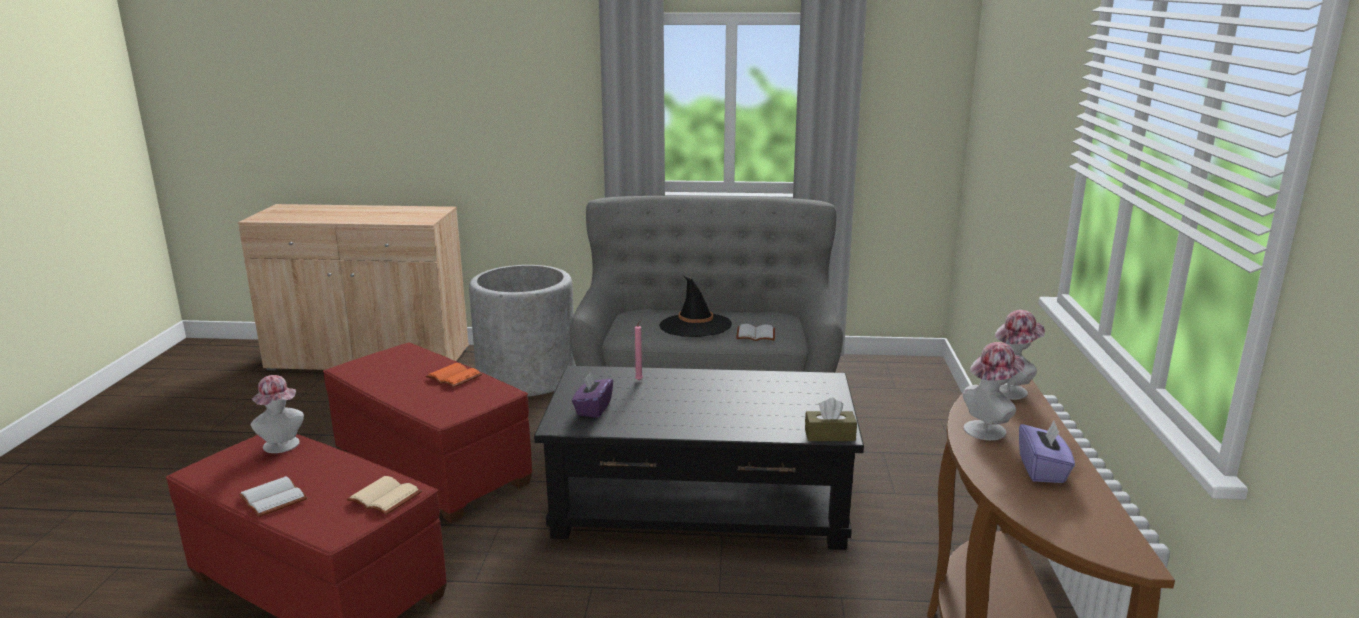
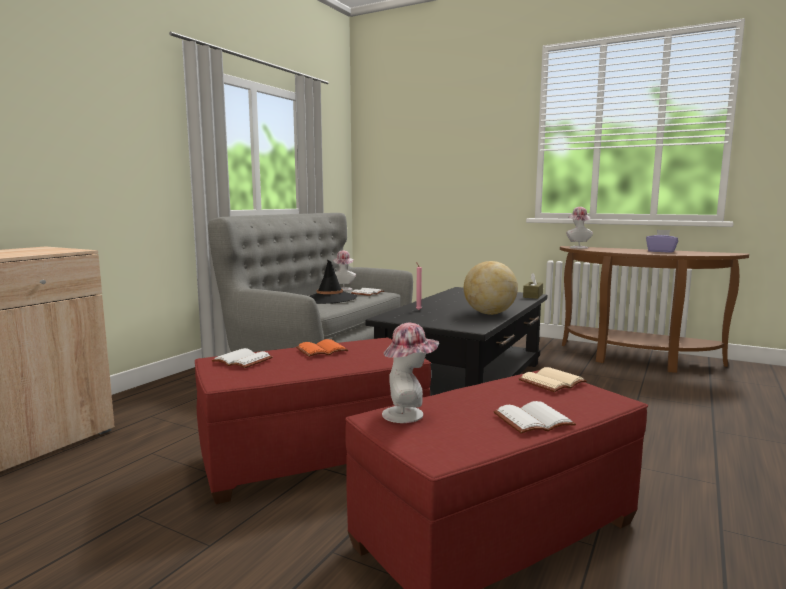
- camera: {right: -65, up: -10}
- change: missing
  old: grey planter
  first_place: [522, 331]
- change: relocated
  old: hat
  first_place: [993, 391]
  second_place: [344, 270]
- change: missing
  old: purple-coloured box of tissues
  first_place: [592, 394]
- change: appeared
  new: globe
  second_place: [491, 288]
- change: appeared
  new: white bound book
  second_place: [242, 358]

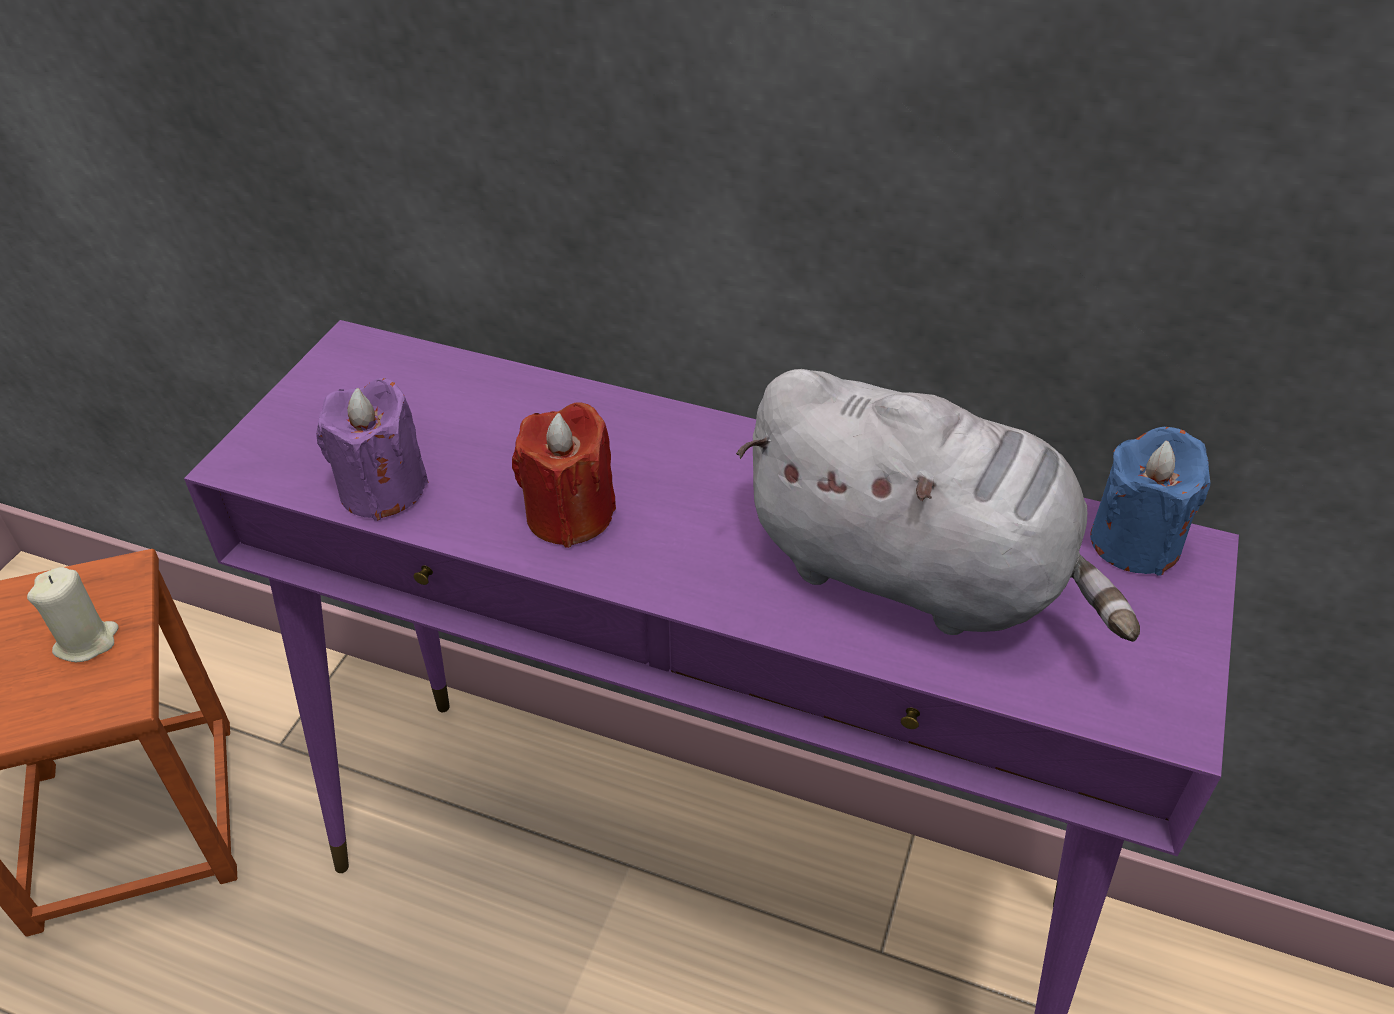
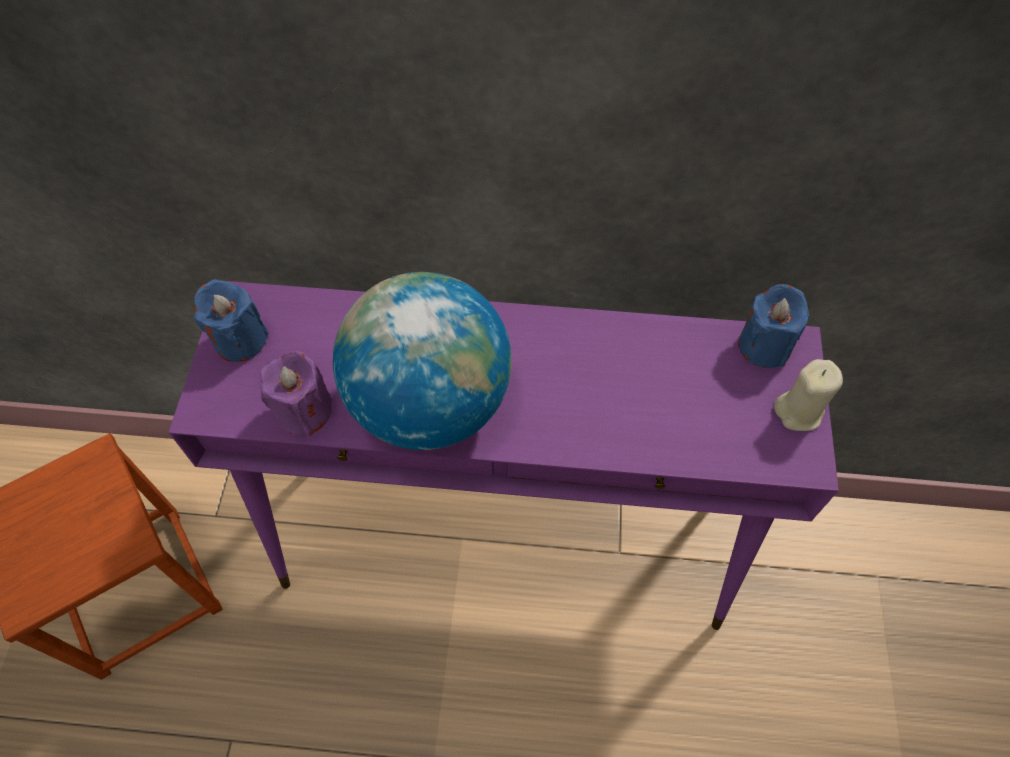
- camera: {right: -15, up: 15}
- change: missing
  old: grey soft toy
  first_place: [938, 505]
- change: exchanged
  old: reddish wax candle
  new: globe
  first_place: [564, 475]
  second_place: [422, 361]
- change: relocated
  old: sand-coloured wax candle
  first_place: [73, 614]
  second_place: [808, 395]
- change: appeared
  new: blue wax candle
  second_place: [231, 320]

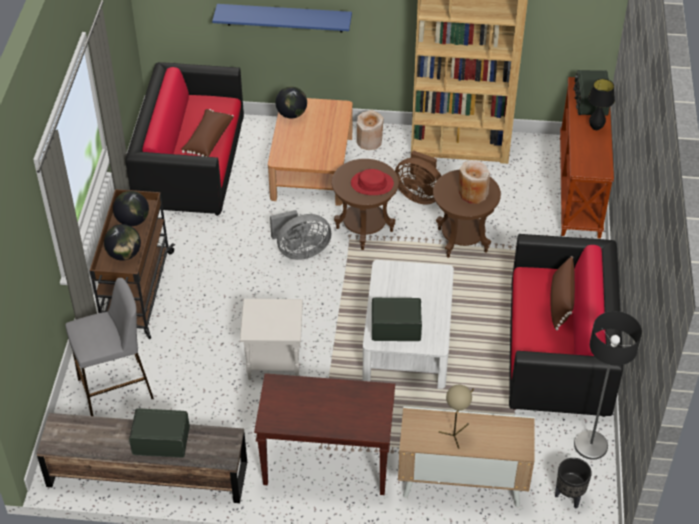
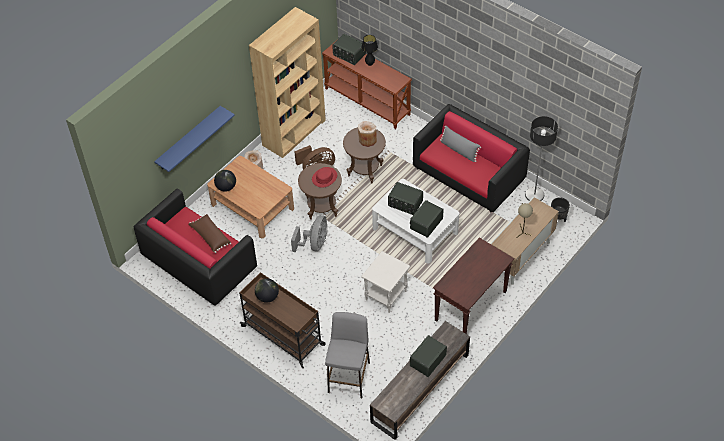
- camera: {right: -55, up: 5}
- change: missing
  old: globe
  first_place: [122, 242]
- change: colour
  old: brownish throw pillow
  new: grey throw pillow
  first_place: [562, 293]
  second_place: [460, 144]
- change: appeared
  new: radio
  second_place: [405, 198]

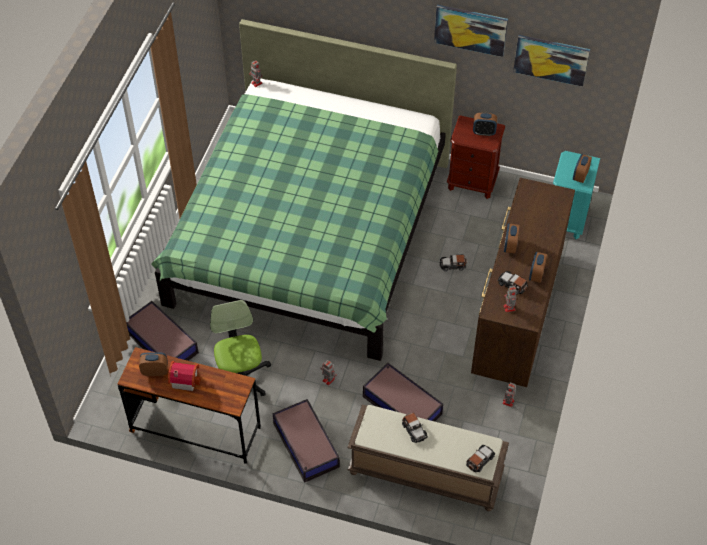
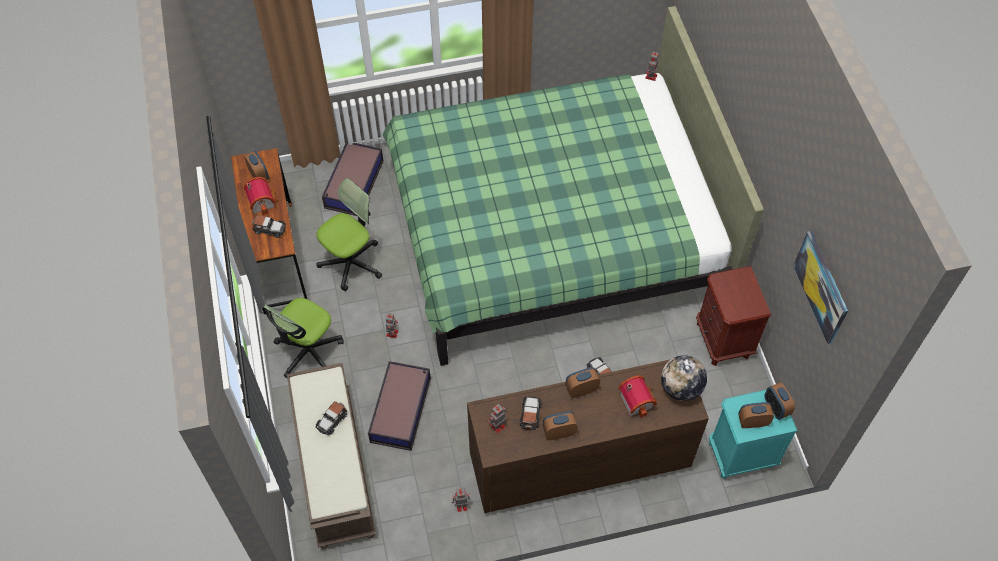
- camera: {right: 60, up: 5}
- change: missing
  old: picture
  first_place: [471, 31]
- change: relocated
  old: alarm clock
  first_place: [485, 124]
  second_place: [780, 401]
- change: exchanged
  old: storage box
  new: desk chair
  first_place: [306, 441]
  second_place: [304, 338]
- change: relocated
  old: toy car
  first_place: [480, 458]
  second_place: [269, 226]
- change: appeared
  new: globe
  second_place: [684, 378]
- change: appeared
  new: miniature house
  second_place: [637, 396]

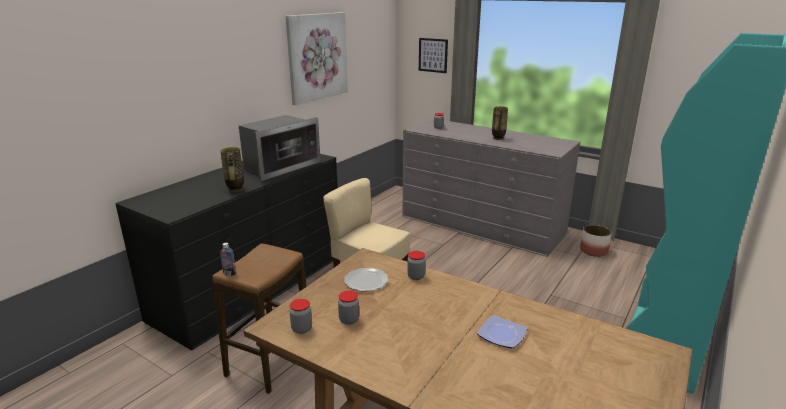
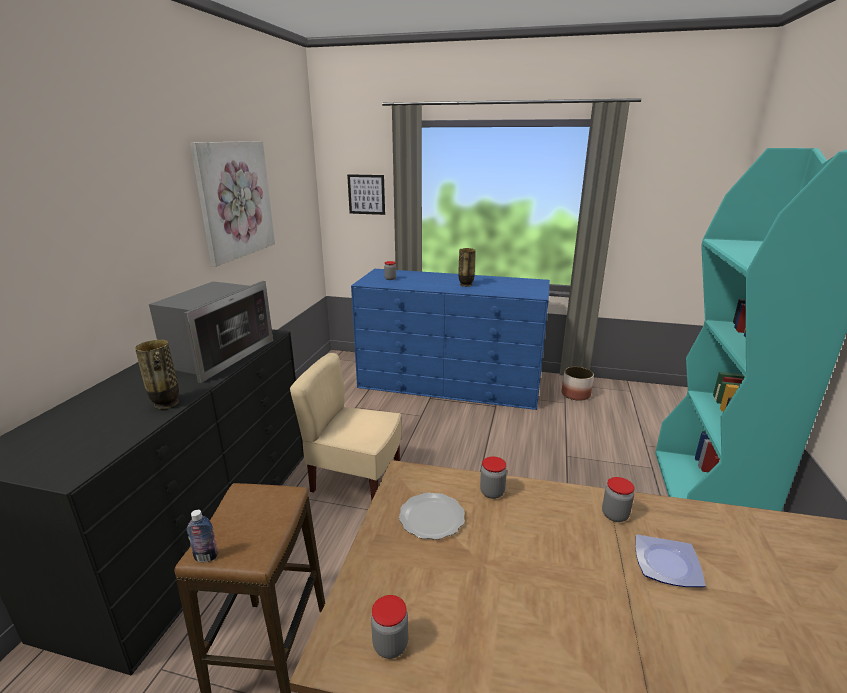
- camera: {right: -20, up: 0}
- change: colour
  old: grey chest of drawers
  new: blue chest of drawers
  first_place: [491, 188]
  second_place: [450, 339]
- change: relocated
  old: jar
  first_place: [348, 308]
  second_place: [618, 499]

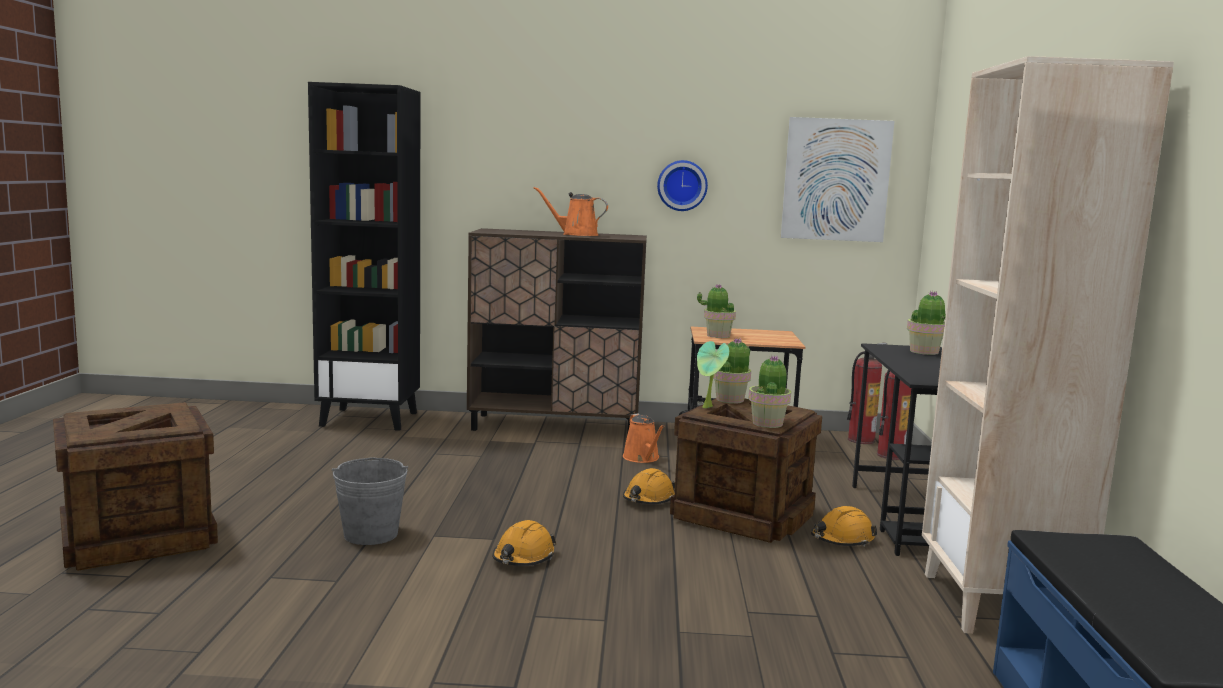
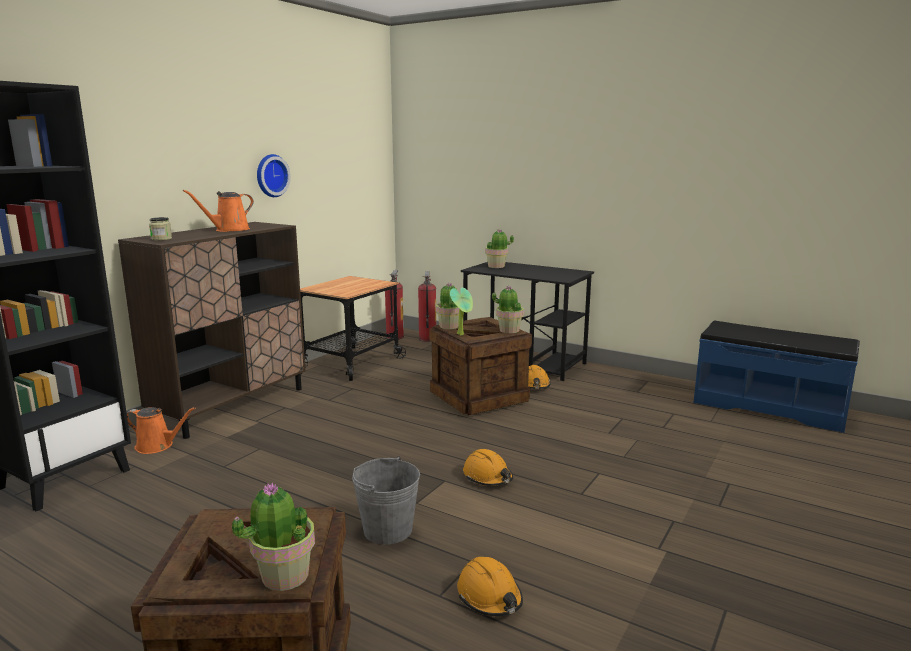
- camera: {right: -60, up: 5}
- change: missing
  old: sand-coloured bookshelf
  first_place: [1048, 345]
- change: missing
  old: picture
  first_place: [837, 179]
- change: relocated
  old: plant in a pot
  first_place: [716, 311]
  second_place: [273, 537]
- change: relocated
  old: orange-coloured sprinkling can
  first_place: [644, 438]
  second_place: [161, 430]
- change: relocated
  old: orange-coloured work helmet
  first_place: [649, 486]
  second_place: [490, 586]
- change: appeared
  new: jar
  second_place: [160, 229]

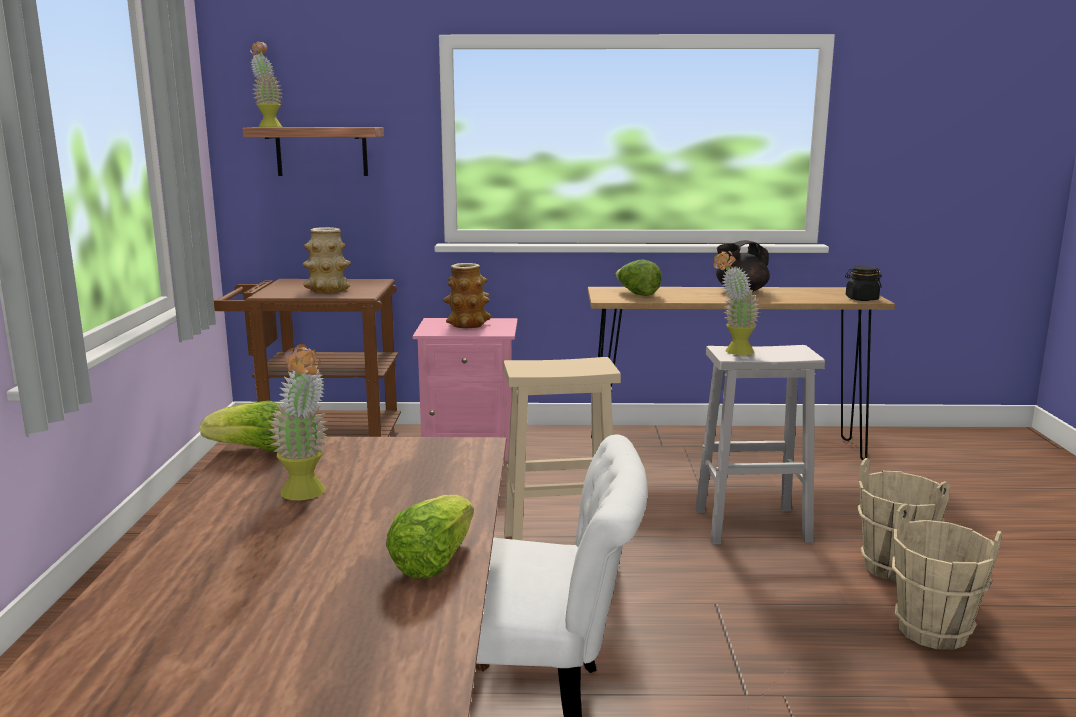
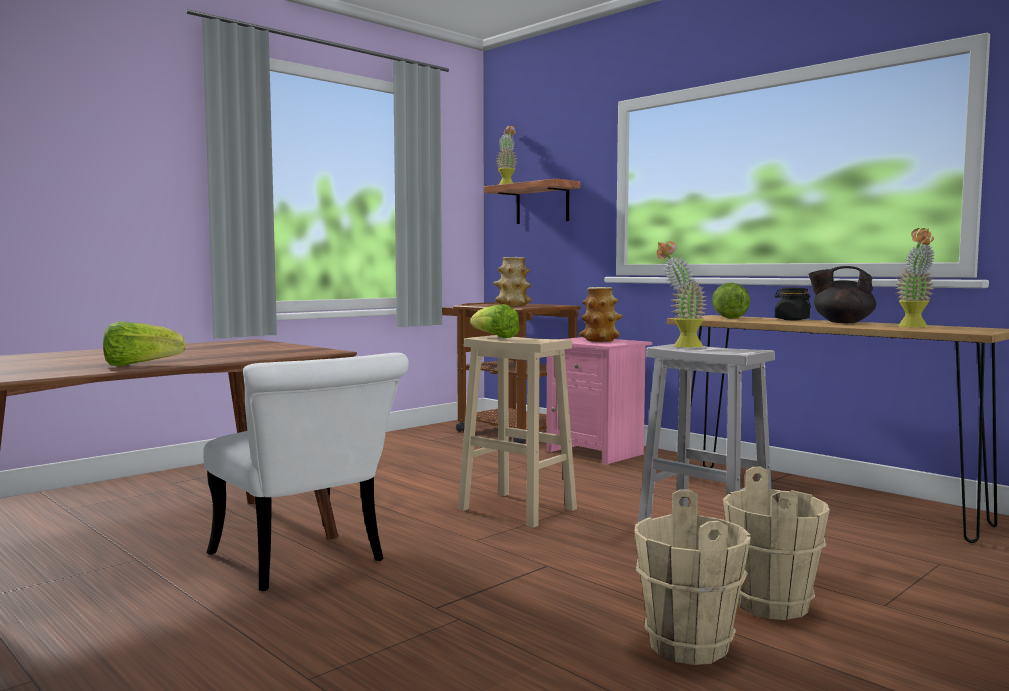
- camera: {right: 45, up: -10}
- change: relocated
  old: blackish jar
  first_place: [863, 283]
  second_place: [793, 304]
- change: relocated
  old: plant in a pot
  first_place: [298, 422]
  second_place: [915, 277]
- change: relocated
  old: lettuce head
  first_place: [240, 426]
  second_place: [495, 321]

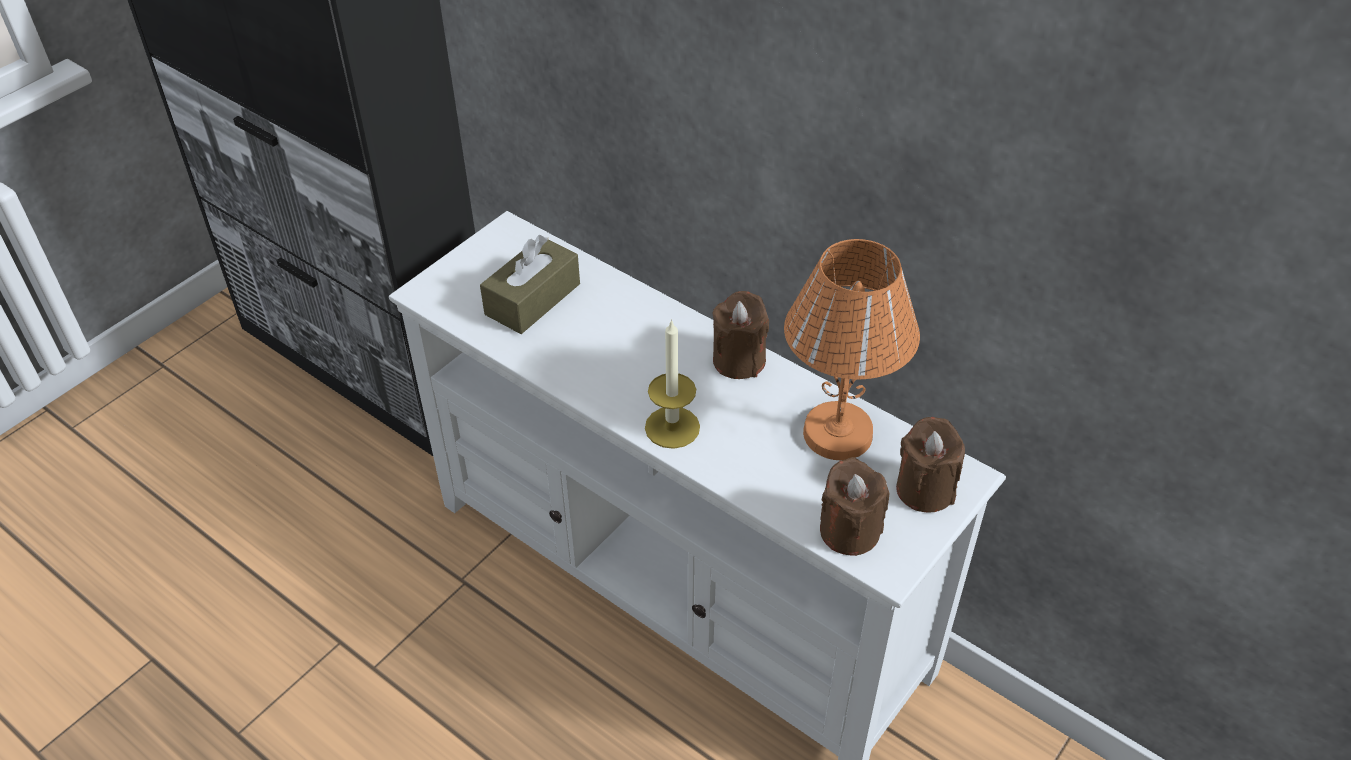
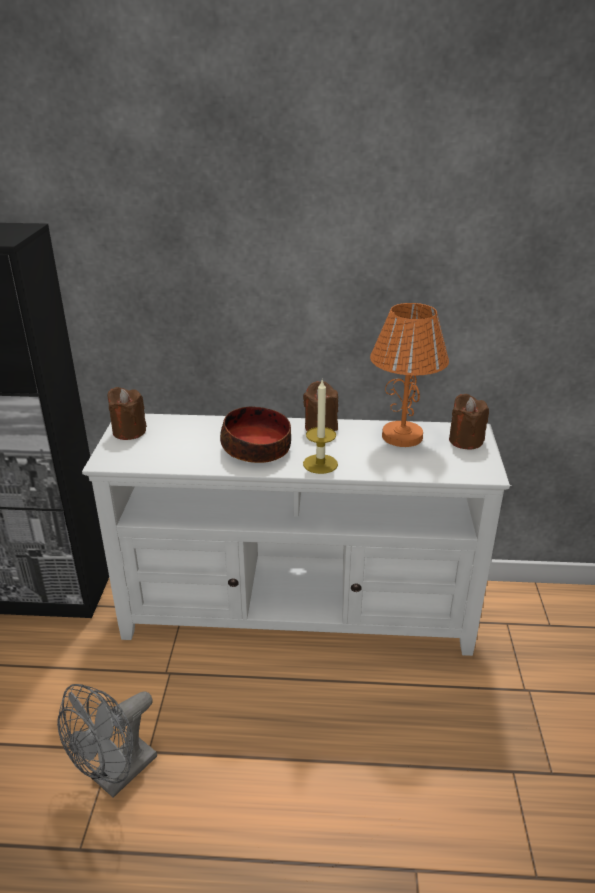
- camera: {right: -35, up: -15}
- change: missing
  old: brownish box of tissues
  first_place: [530, 284]
- change: relocated
  old: brownish wax candle
  first_place: [854, 506]
  second_place: [127, 413]
- change: appeared
  new: deep dish
  second_place: [255, 434]
- change: appeared
  new: grey cooling fan
  second_place: [107, 741]

